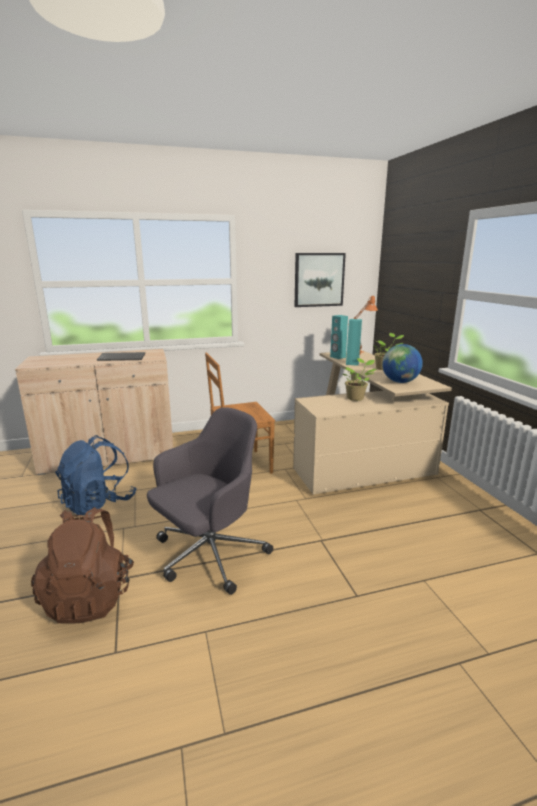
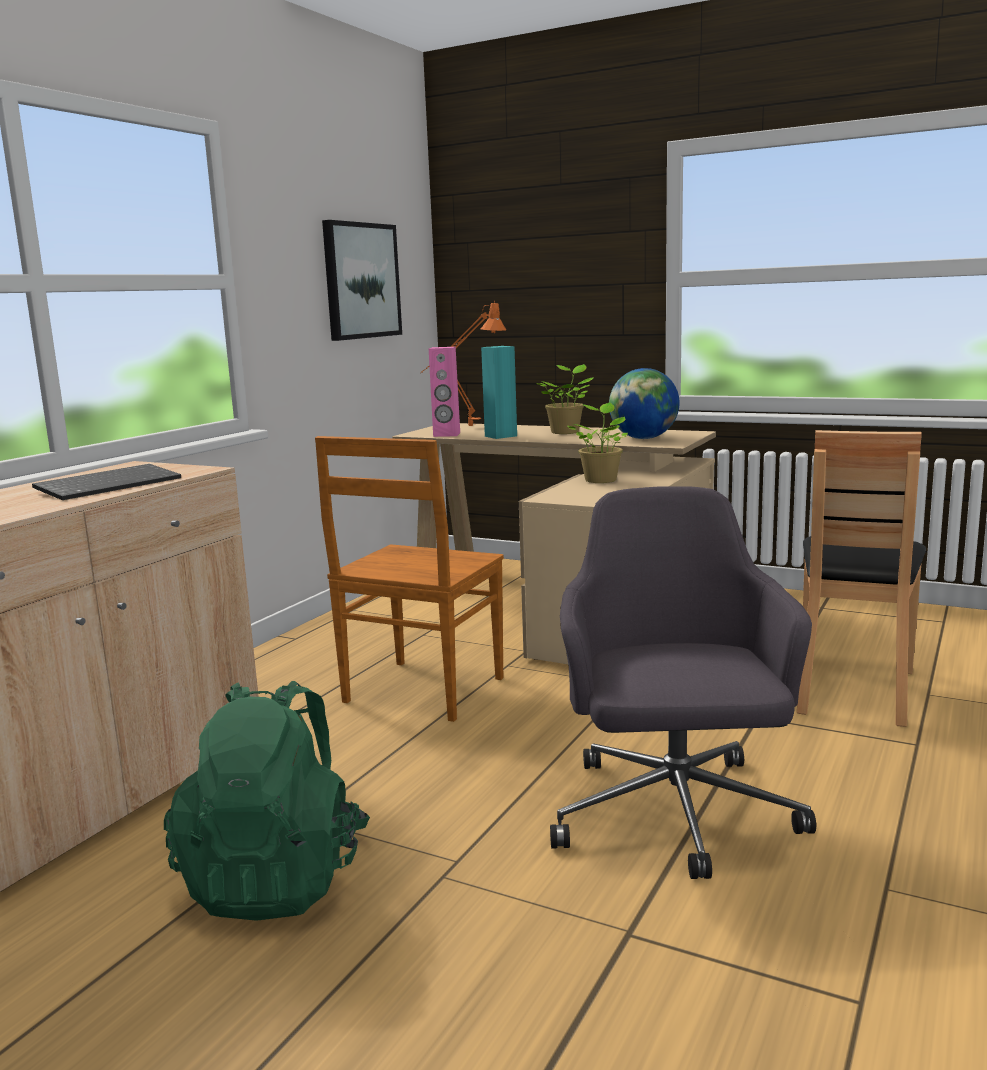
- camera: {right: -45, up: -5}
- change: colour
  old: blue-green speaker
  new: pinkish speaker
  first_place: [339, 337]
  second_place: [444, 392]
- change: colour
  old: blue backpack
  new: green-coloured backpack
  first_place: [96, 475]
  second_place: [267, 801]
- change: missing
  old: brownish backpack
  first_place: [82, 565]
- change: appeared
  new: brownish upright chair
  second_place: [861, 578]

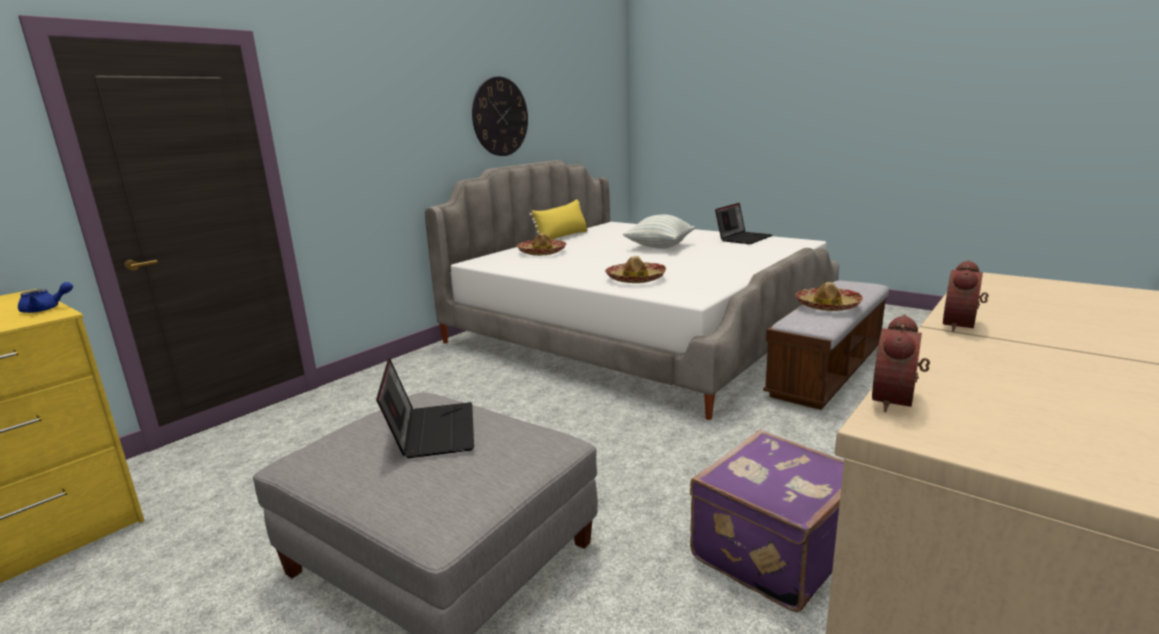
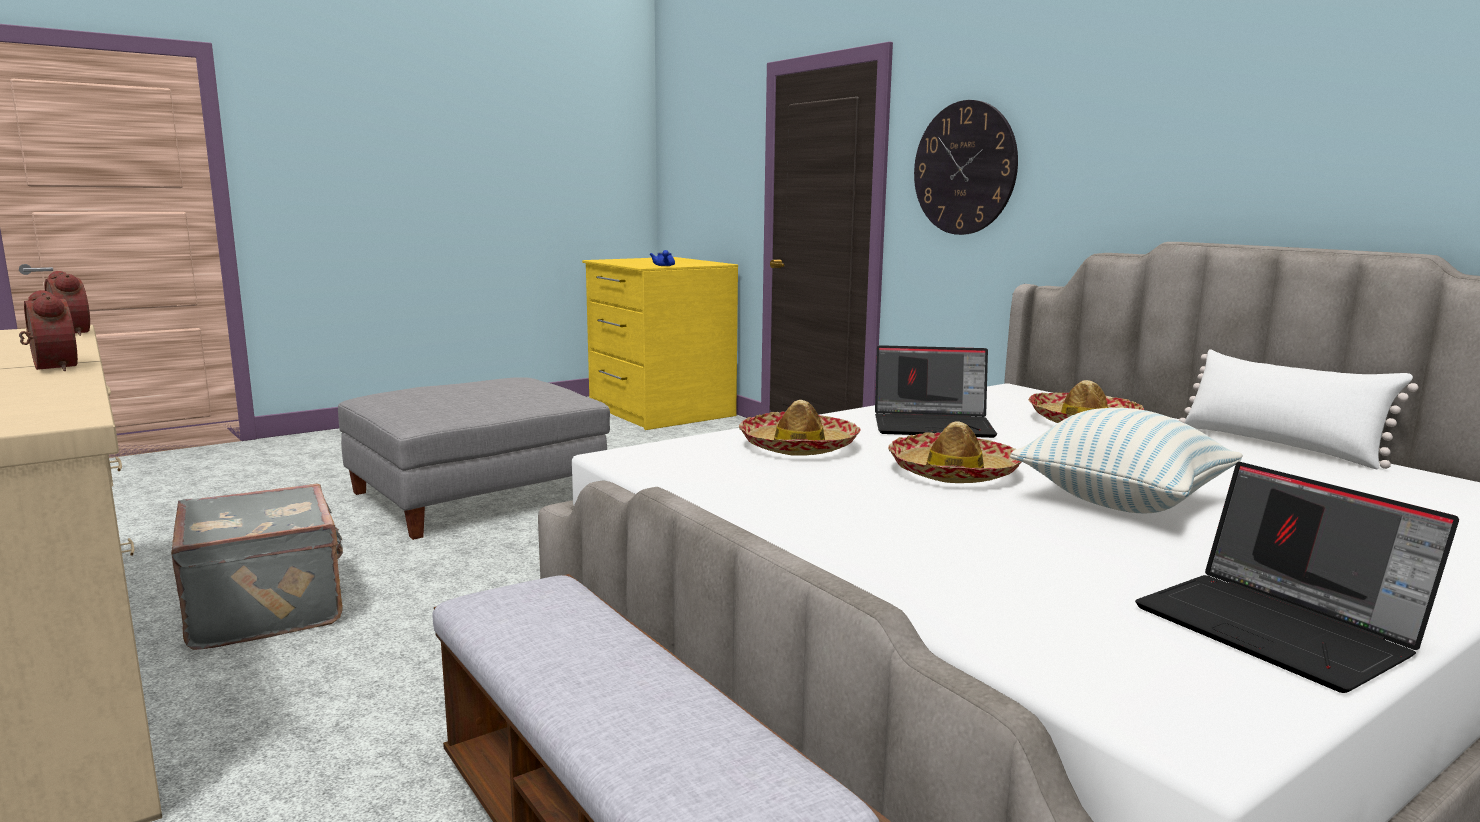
- camera: {right: 105, up: -5}
- change: relocated
  old: wall clock
  first_place: [500, 116]
  second_place: [966, 167]
- change: colour
  old: yellowish throw pillow
  new: white throw pillow
  first_place: [558, 219]
  second_place: [1298, 409]
- change: relocated
  old: hat
  first_place: [829, 296]
  second_place: [954, 452]
- change: relocated
  old: notebook computer
  first_place: [425, 408]
  second_place: [936, 391]
- change: colour
  old: purple-coloured travel case
  new: grey travel case
  first_place: [767, 521]
  second_place: [257, 567]

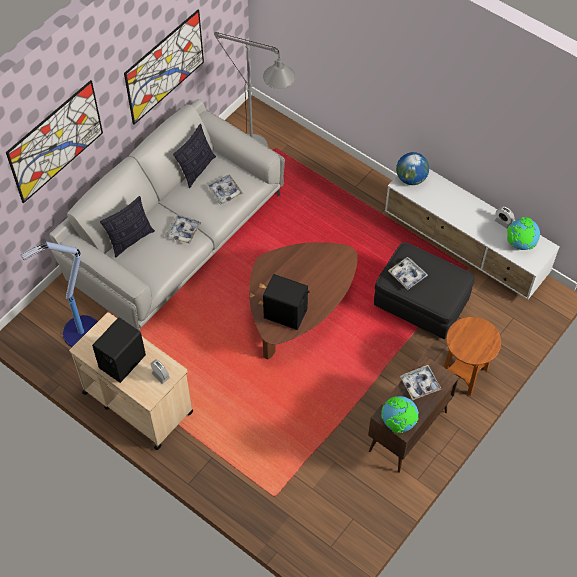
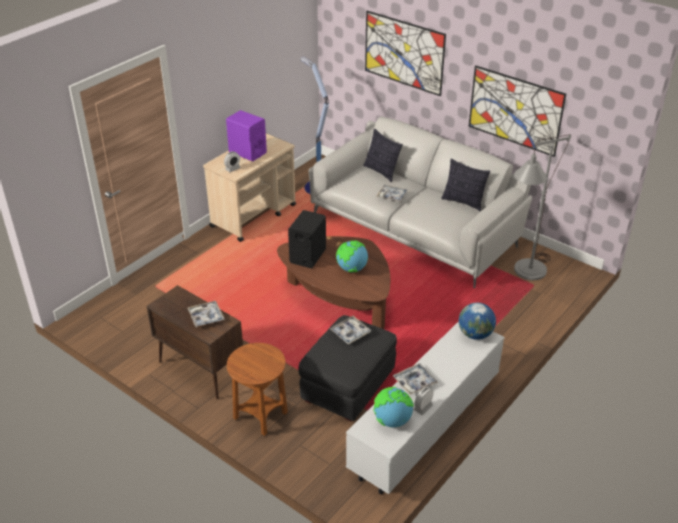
- camera: {right: 90, up: -20}
- change: relocated
  old: tray
  first_place: [225, 189]
  second_place: [415, 379]
- change: colour
  old: blackish speaker
  new: purple-coloured speaker
  first_place: [119, 350]
  second_place: [246, 135]
- change: relocated
  old: globe
  first_place: [400, 414]
  second_place: [352, 257]

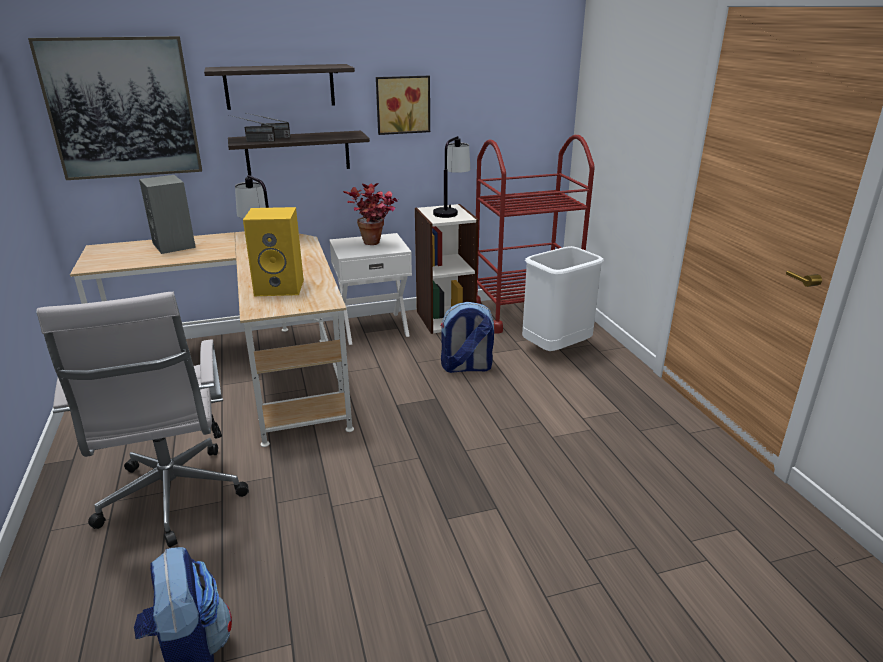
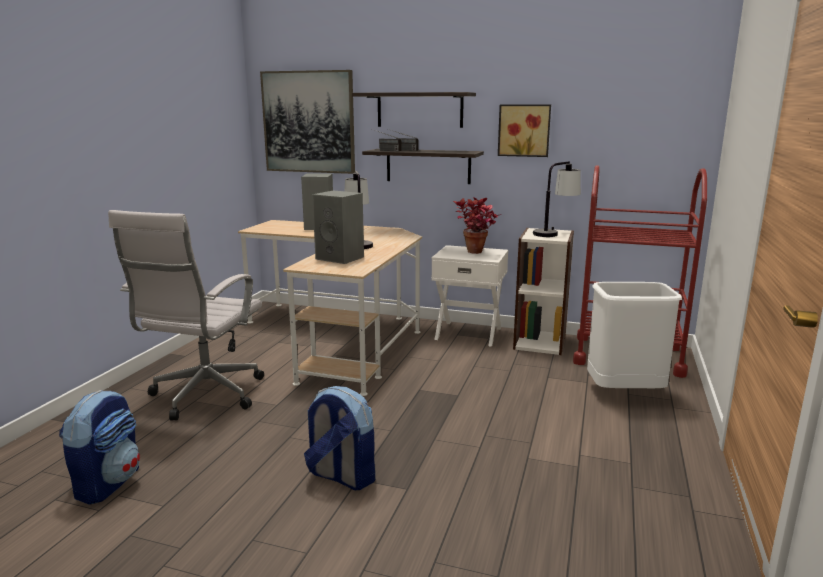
- camera: {right: 35, up: -10}
- change: colour
  old: yellowish speaker
  new: grey speaker
  first_place: [273, 251]
  second_place: [338, 227]
- change: relocated
  old: backpack
  first_place: [467, 337]
  second_place: [339, 438]

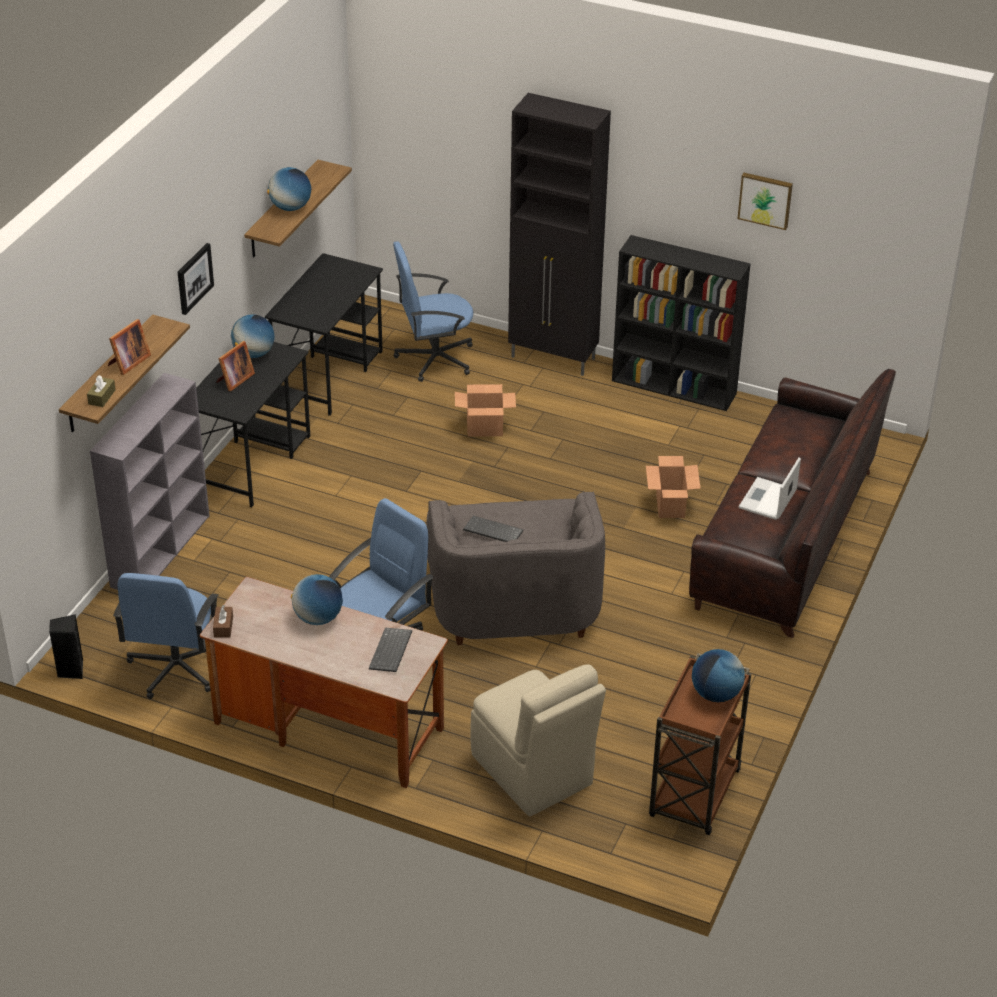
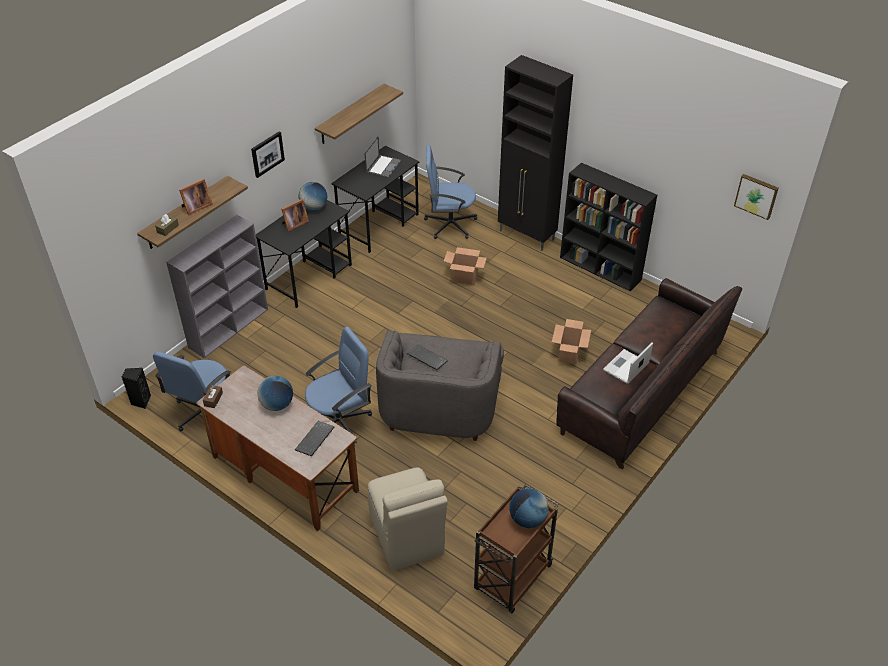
- camera: {right: 15, up: 5}
- change: missing
  old: globe
  first_place: [289, 189]
- change: relocated
  old: picture
  first_place: [765, 201]
  second_place: [756, 197]
- change: appeared
  new: notebook computer
  second_place: [383, 157]

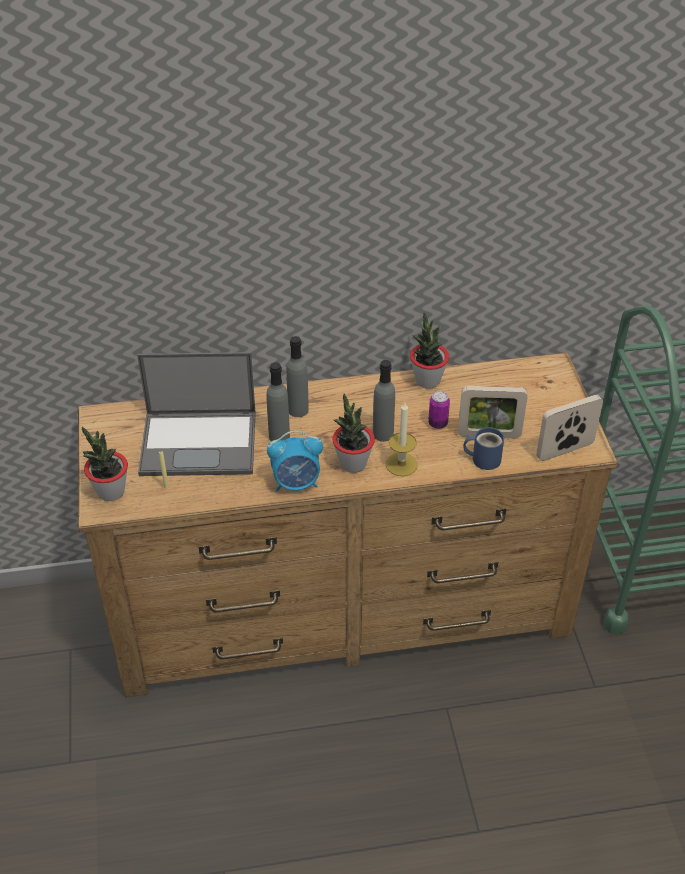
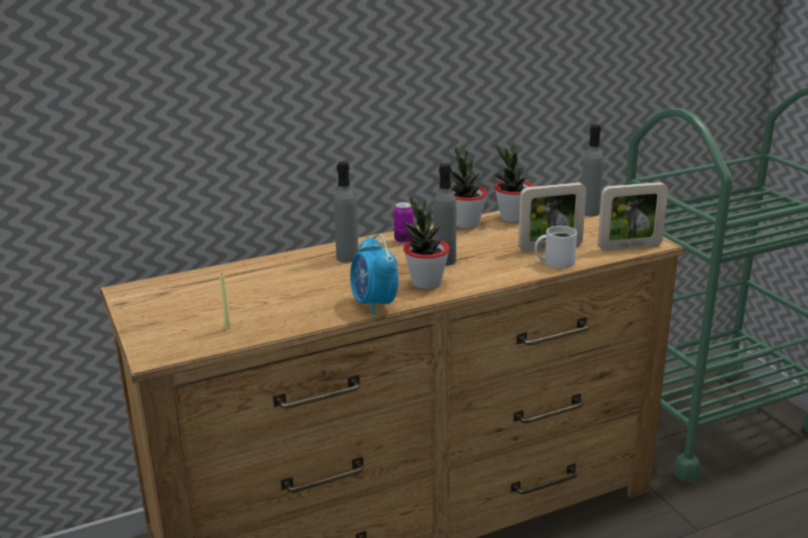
- camera: {right: -15, up: -20}
- change: missing
  old: notebook computer
  first_place: [196, 414]
- change: relocated
  old: grey drink bottle
  first_place: [278, 401]
  second_place: [592, 170]
- change: relocated
  old: can
  first_place: [439, 410]
  second_place: [404, 223]
- change: spun
  old: picture frame
  first_place: [569, 428]
  second_place: [633, 216]
  degrees: -150
- change: missing
  old: wax candle
  first_place: [402, 439]
- change: relocated
  old: plant in a pot
  first_place: [105, 463]
  second_place: [514, 184]
- change: colour
  old: blue coffee mug
  new: white coffee mug
  first_place: [483, 448]
  second_place: [556, 247]
- change: spun
  old: alarm clock
  first_place: [295, 461]
  second_place: [374, 275]
  degrees: 90

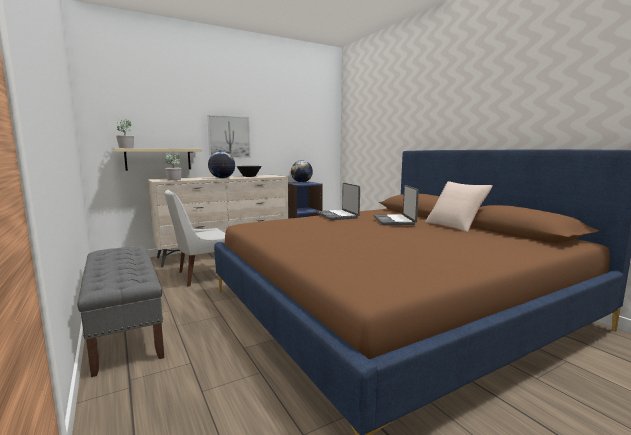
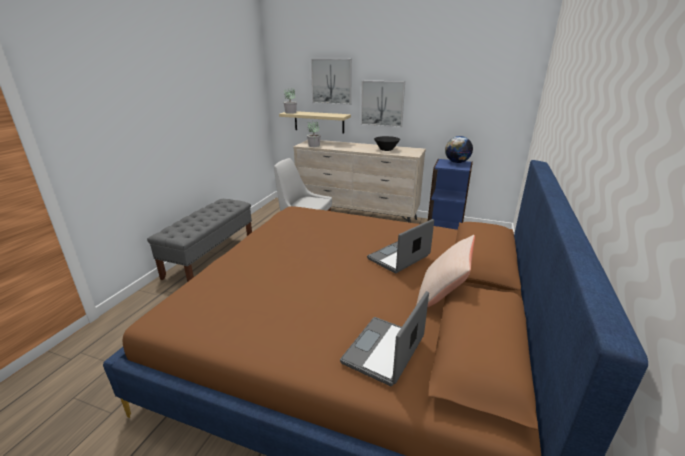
- camera: {right: 50, up: 15}
- change: missing
  old: globe
  first_place: [221, 165]
- change: relocated
  old: notebook computer
  first_place: [338, 201]
  second_place: [384, 339]
- change: appeared
  new: picture
  second_place: [331, 82]

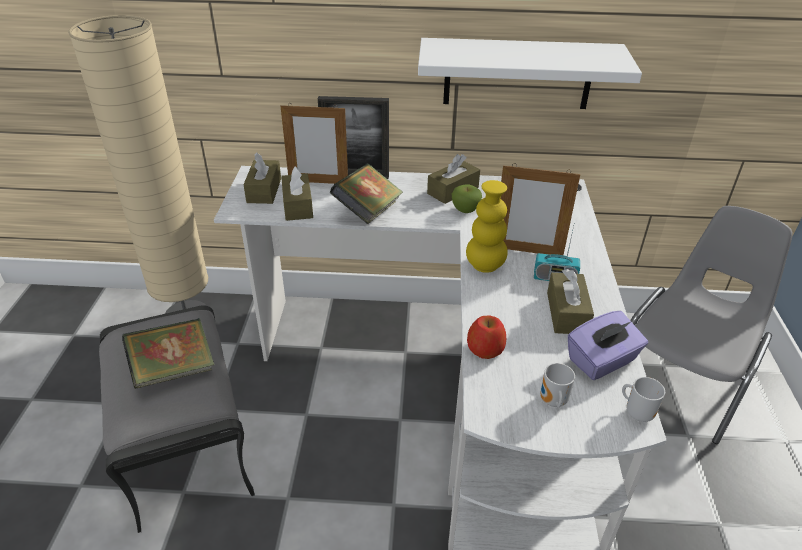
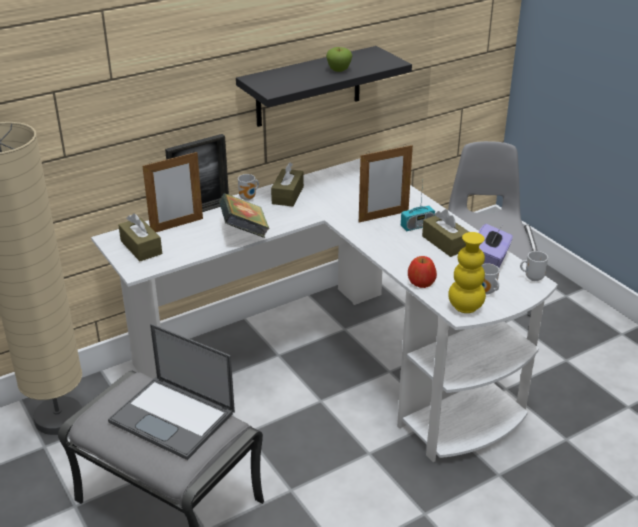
- camera: {right: -35, up: -5}
- change: colour
  old: white bracket shelf
  new: blackish bracket shelf
  first_place: [530, 73]
  second_place: [324, 86]
- change: missing
  old: brownish box of tissues
  first_place: [297, 194]
- change: relocated
  old: yellowish decorative vase
  first_place: [487, 226]
  second_place: [467, 272]
- change: relocated
  old: apple
  first_place: [467, 199]
  second_place: [339, 59]
- change: exchanged
  old: bound book
  new: notebook computer
  first_place: [168, 353]
  second_place: [171, 392]
- change: appeared
  new: coffee mug
  second_place: [248, 187]

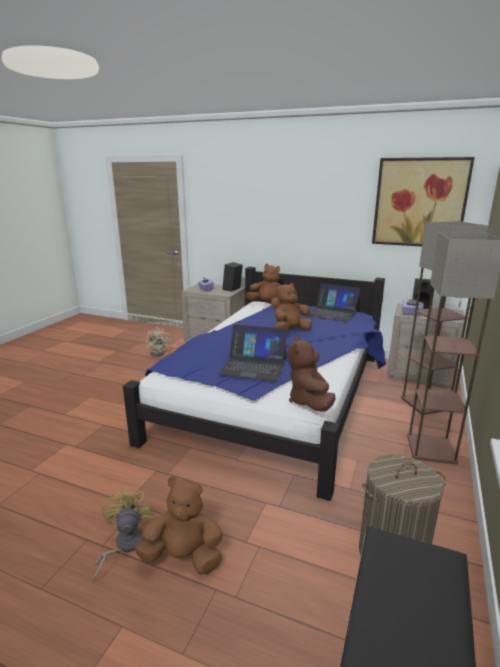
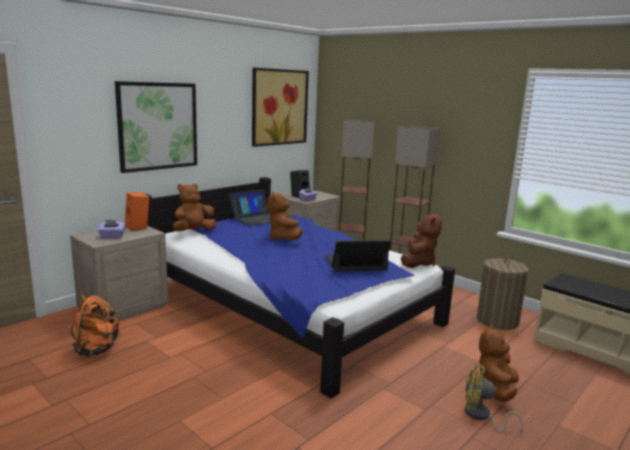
- camera: {right: -70, up: -5}
- change: colour
  old: blackish speaker
  new: orange-coloured speaker
  first_place: [233, 276]
  second_place: [137, 211]
- change: spun
  old: notebook computer
  first_place: [253, 352]
  second_place: [358, 256]
  degrees: -135
- change: exchanged
  old: sand-coloured cooling fan
  new: orange-coloured backpack
  first_place: [158, 342]
  second_place: [95, 324]
- change: spun
  old: brownish soft toy
  first_place: [312, 374]
  second_place: [421, 240]
  degrees: -90
- change: appeared
  new: picture
  second_place: [156, 127]

